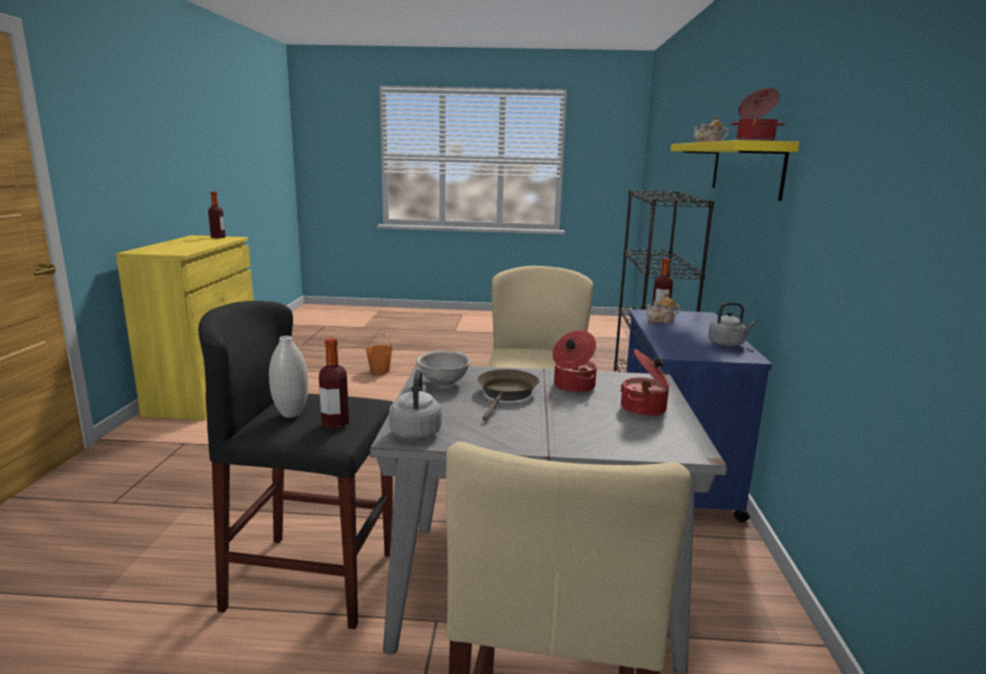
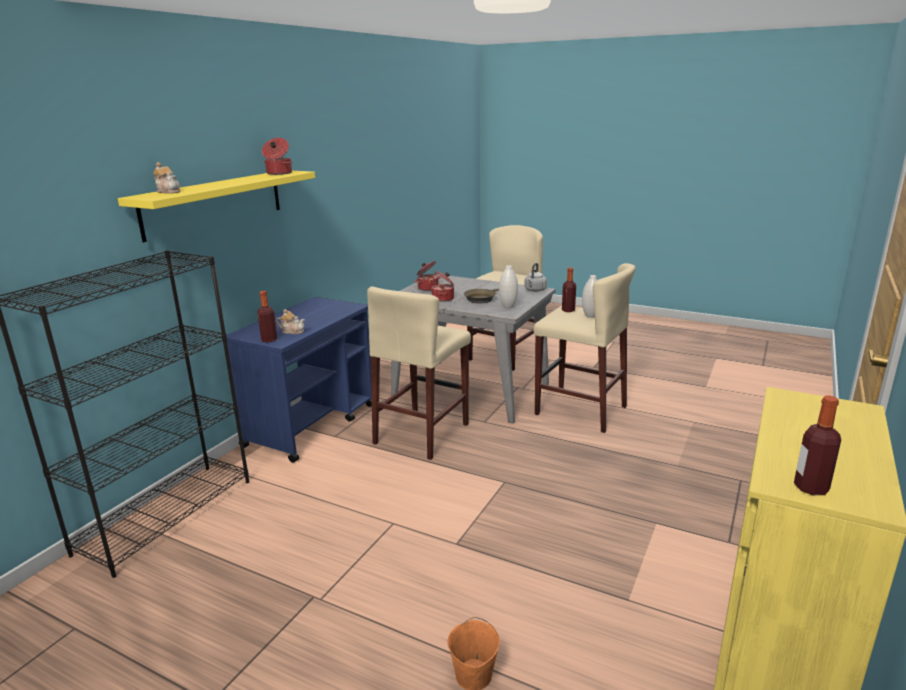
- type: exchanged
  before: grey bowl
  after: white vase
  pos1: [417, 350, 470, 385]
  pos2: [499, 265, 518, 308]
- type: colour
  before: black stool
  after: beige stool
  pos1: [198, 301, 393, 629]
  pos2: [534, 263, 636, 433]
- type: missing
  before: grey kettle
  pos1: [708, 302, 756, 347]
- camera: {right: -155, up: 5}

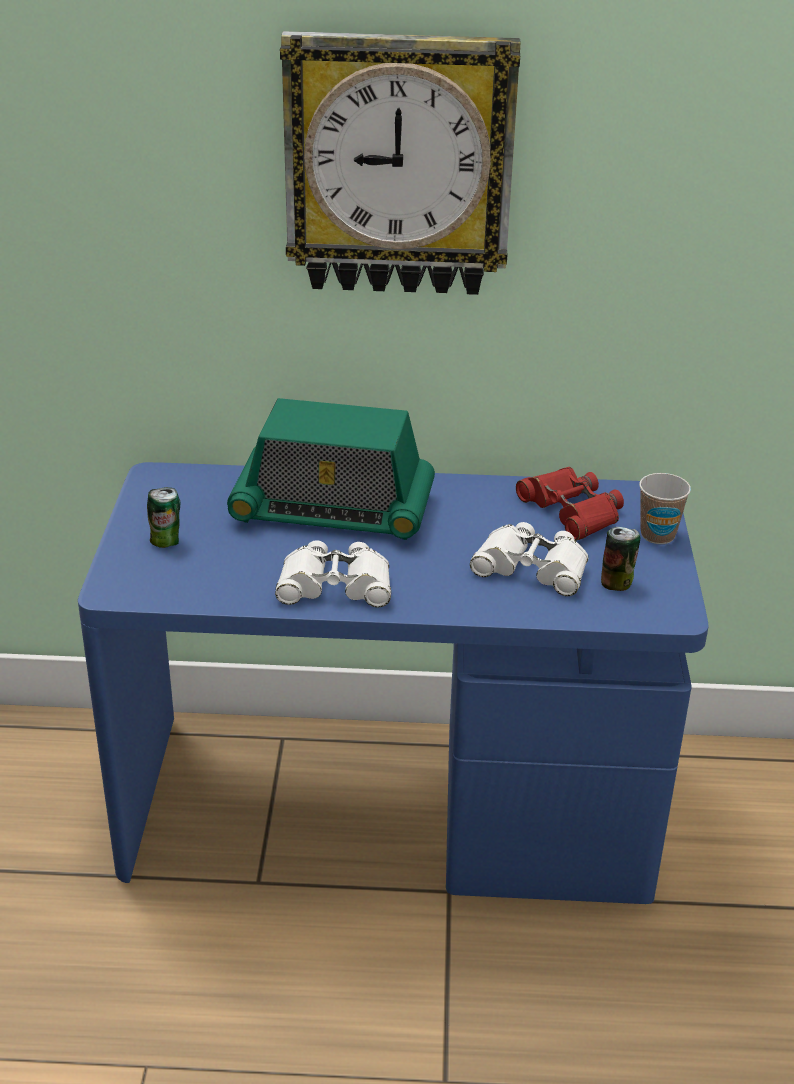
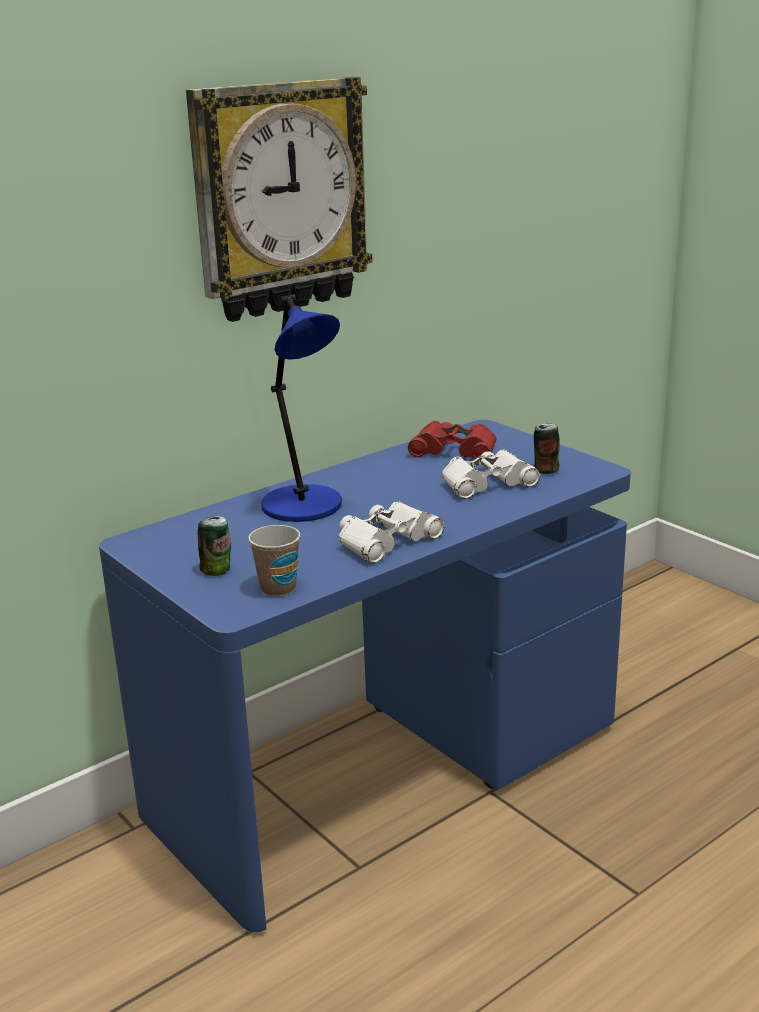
- type: relocated
  before: cup
  pos1: [639, 473, 691, 544]
  pos2: [248, 525, 300, 597]
- type: exchanged
  before: radio
  after: blue table lamp
  pos1: [227, 398, 435, 540]
  pos2: [261, 295, 342, 522]
- camera: {right: -40, up: -10}

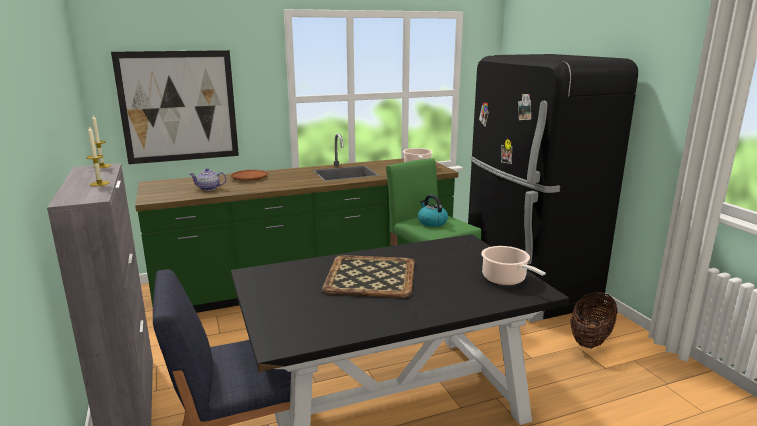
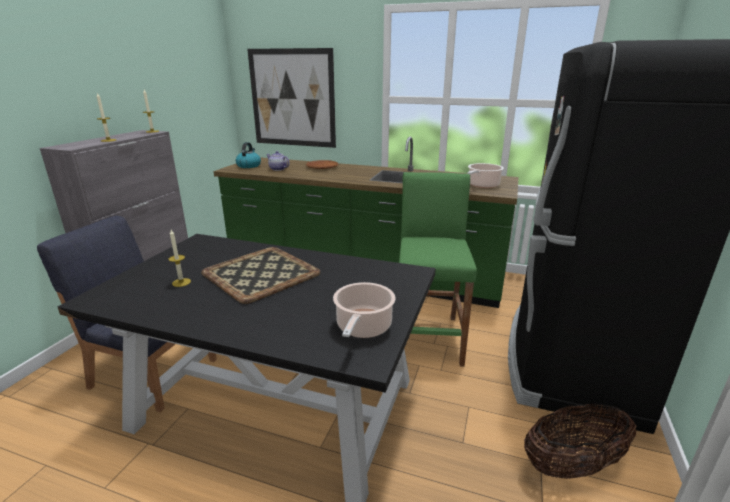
- type: appeared
  after: candle
  pos2: [168, 230, 191, 287]
- type: relocated
  before: kettle
  pos1: [418, 195, 448, 227]
  pos2: [236, 142, 261, 168]
- camera: {right: 40, up: 5}

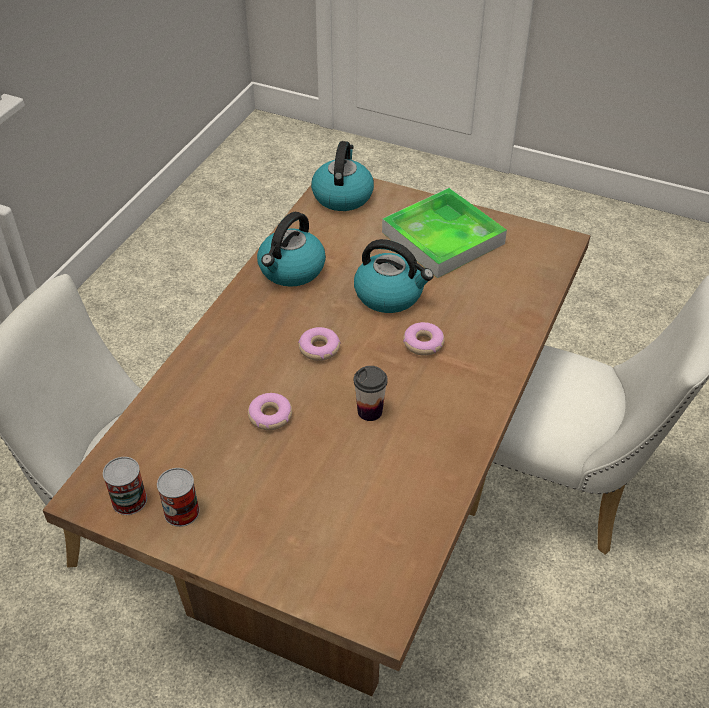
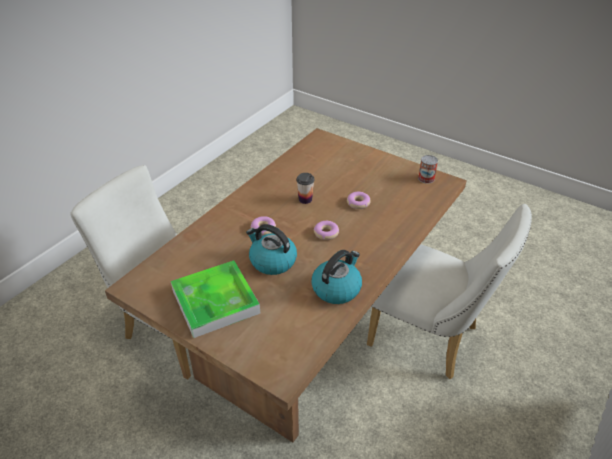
- type: missing
  before: can
  pos1: [157, 468, 200, 527]
- type: missing
  before: kettle
  pos1: [311, 141, 374, 211]
- camera: {right: -170, up: -5}

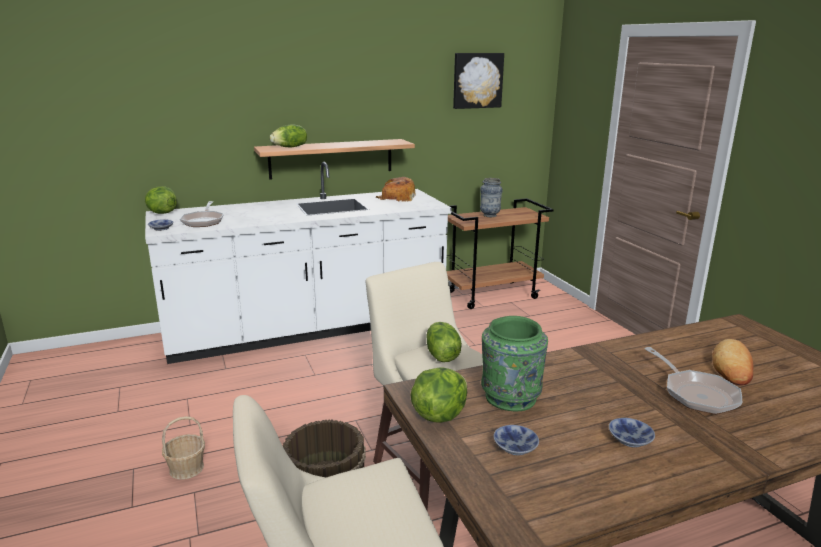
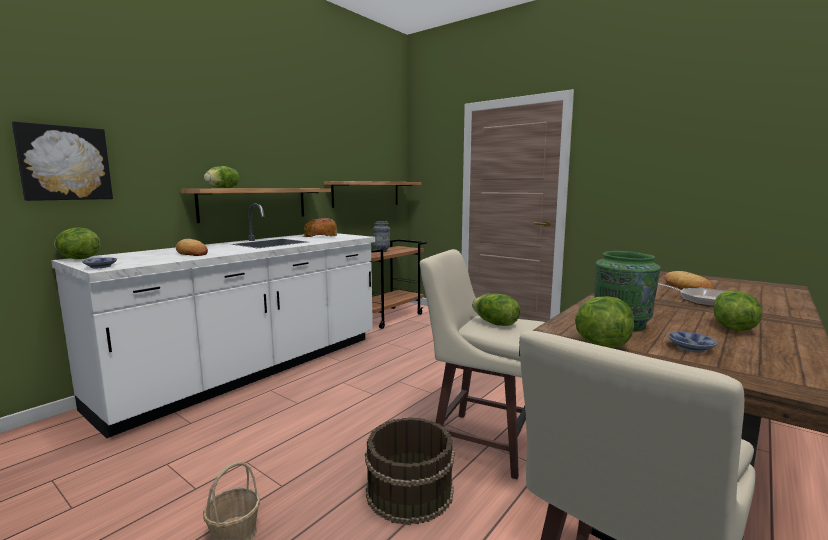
- type: relocated
  before: picture
  pos1: [453, 53, 504, 109]
  pos2: [12, 121, 113, 201]
- type: appeared
  after: bread
  pos2: [176, 239, 208, 256]
- type: appeared
  after: shelf
  pos2: [324, 181, 421, 208]
- type: exchanged
  before: bowl
  after: lettuce
  pos1: [609, 418, 655, 447]
  pos2: [713, 291, 762, 331]
- type: missing
  before: frying pan
  pos1: [180, 201, 224, 227]
- camera: {right: -30, up: -10}

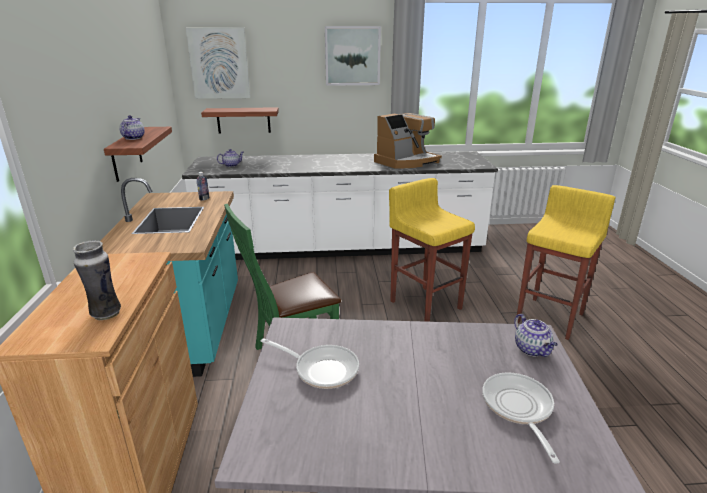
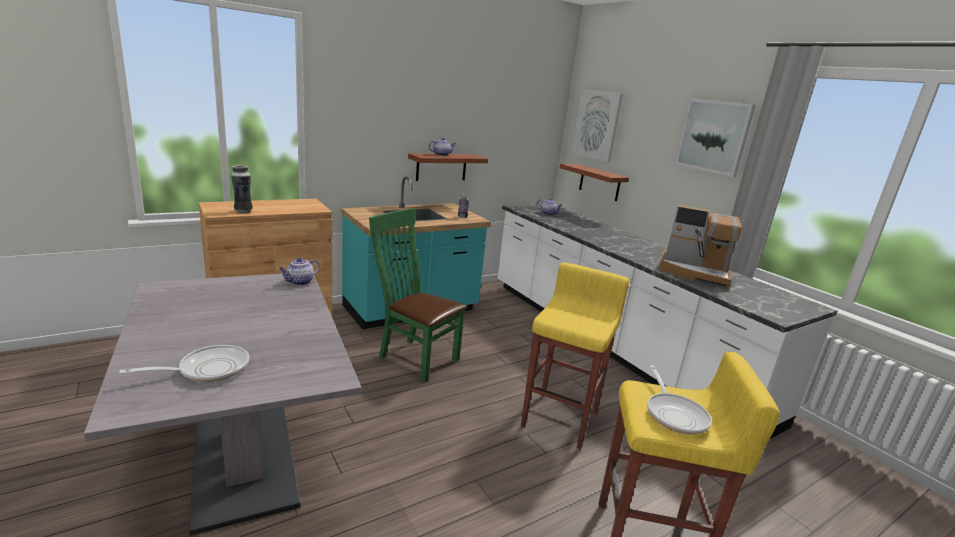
- type: relocated
  before: teapot
  pos1: [514, 314, 558, 357]
  pos2: [279, 257, 320, 285]
- type: relocated
  before: frying pan
  pos1: [261, 338, 359, 389]
  pos2: [647, 365, 712, 435]
- camera: {right: 60, up: -5}

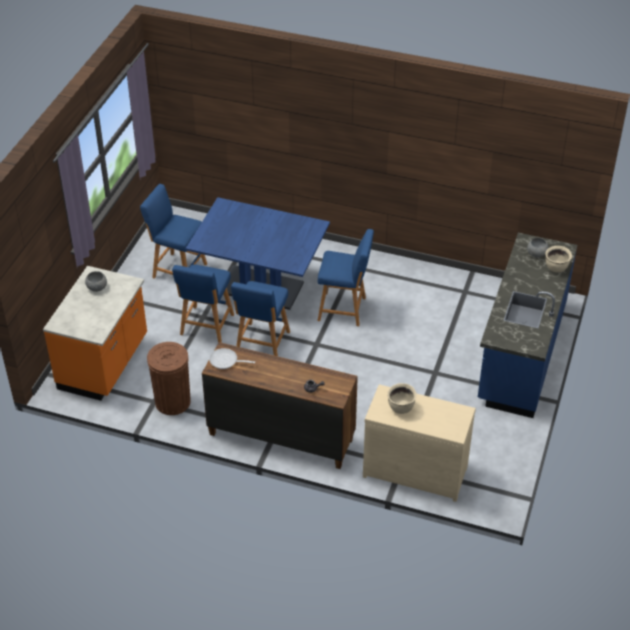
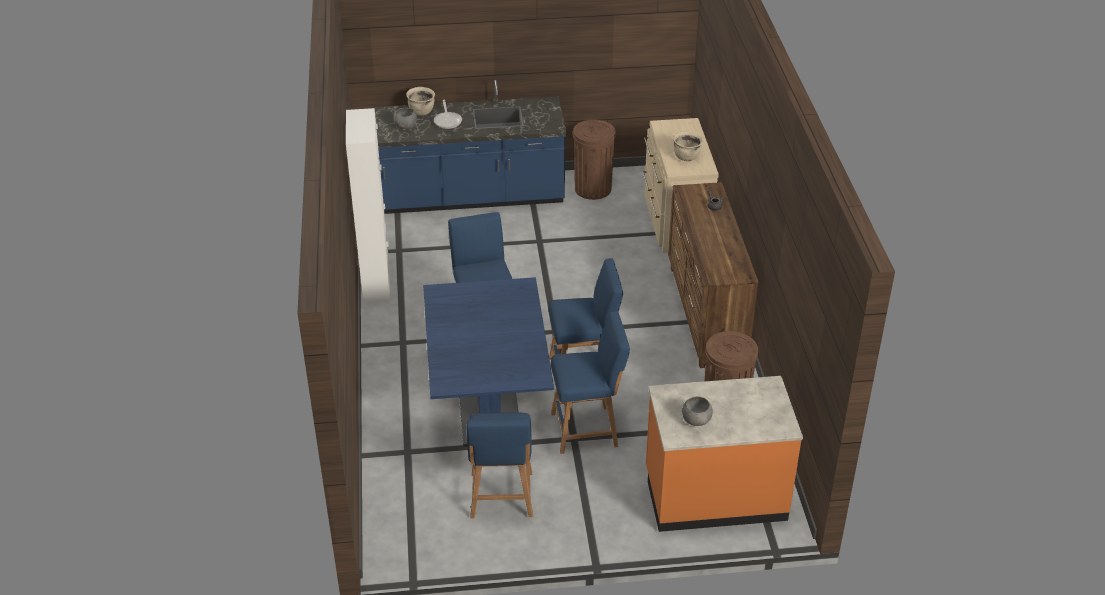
- type: appeared
  after: white cabinet
  pos2: [346, 108, 390, 302]
- type: relocated
  before: frying pan
  pos1: [209, 348, 255, 369]
  pos2: [434, 100, 462, 129]
- type: appeared
  after: brown trash can
  pos2: [573, 120, 616, 200]
- camera: {right: -115, up: -5}

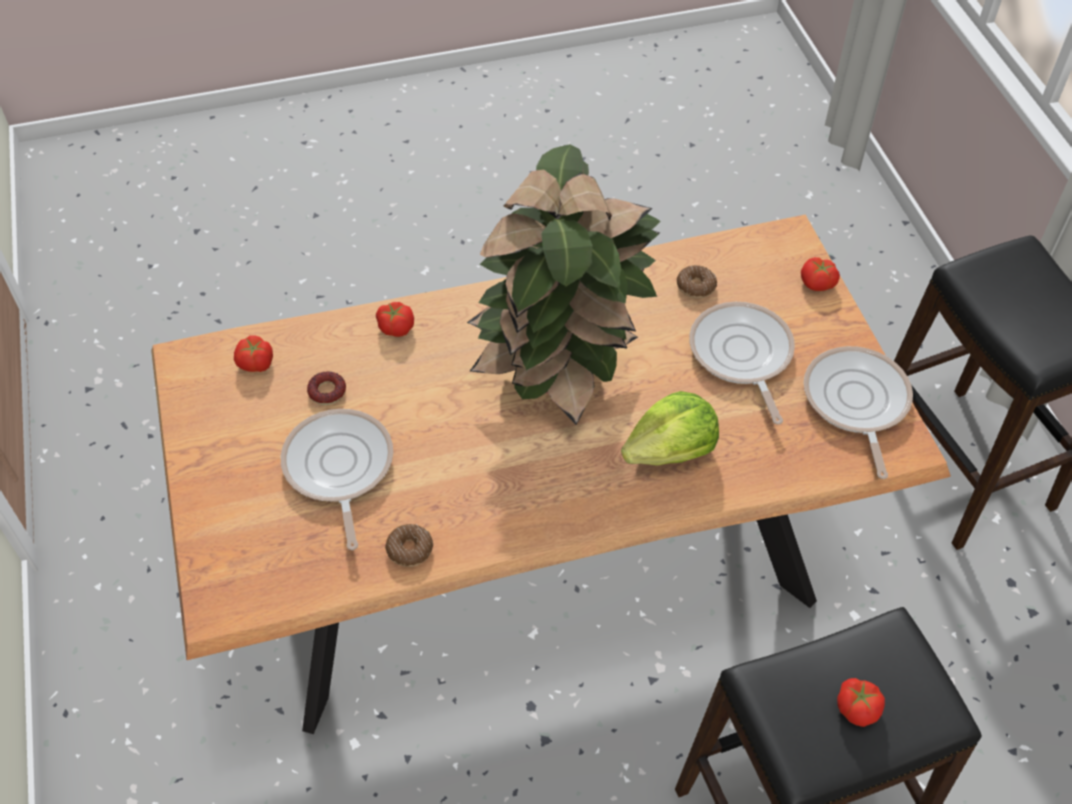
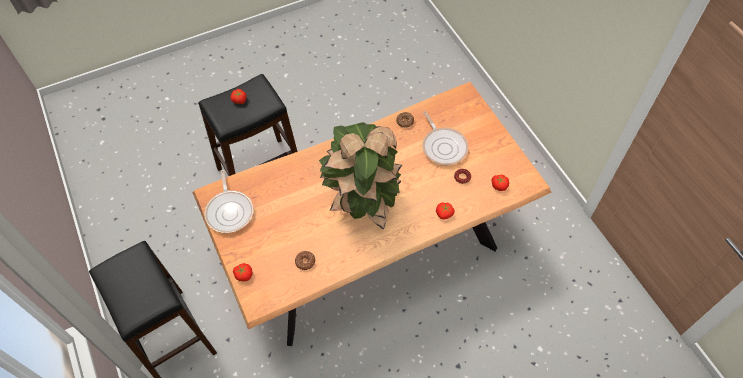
- type: missing
  before: lettuce
  pos1: [621, 391, 719, 466]
- type: missing
  before: frying pan
  pos1: [689, 302, 795, 425]
- camera: {right: 170, up: 5}

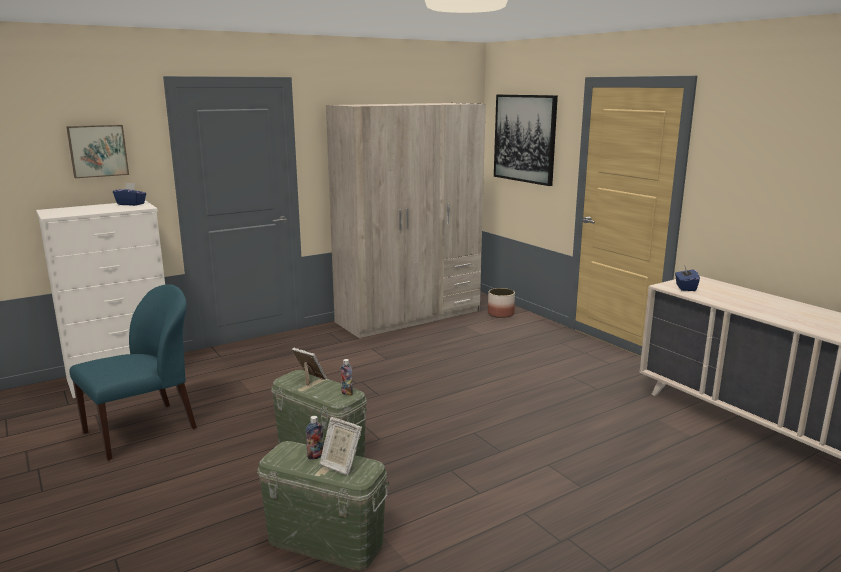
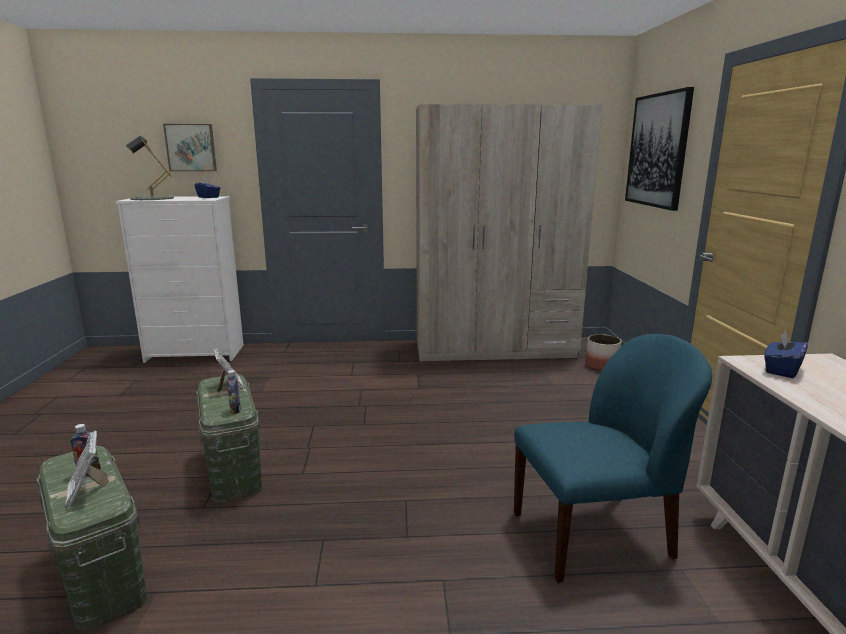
- type: appeared
  after: grey table lamp
  pos2: [126, 136, 174, 200]
- type: relocated
  before: blue chair
  pos1: [69, 284, 197, 461]
  pos2: [514, 334, 712, 583]
- camera: {right: 30, up: 0}

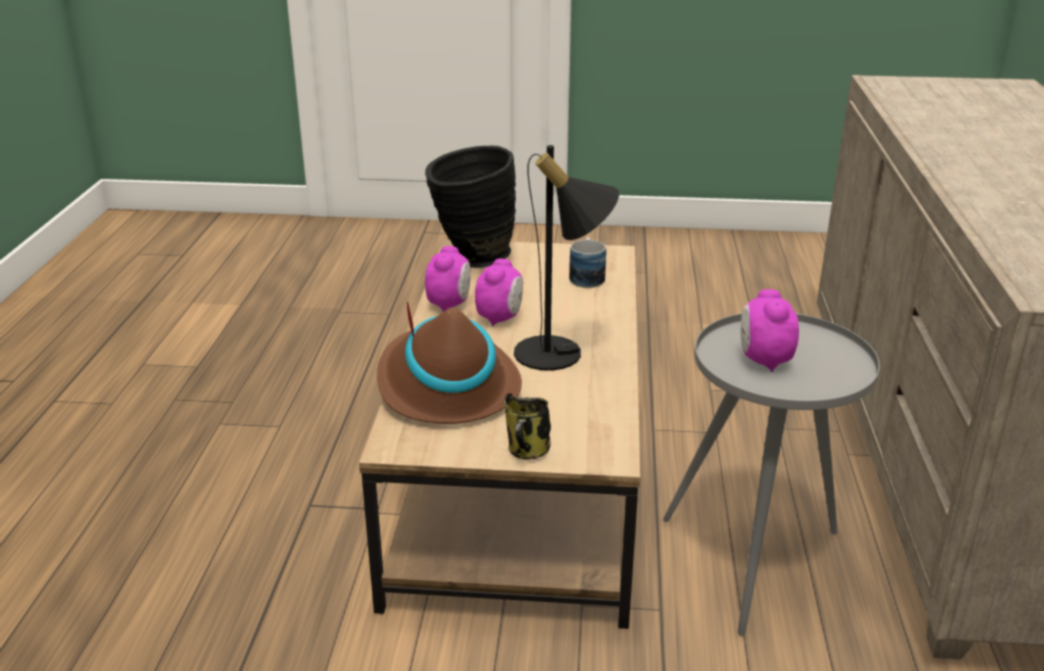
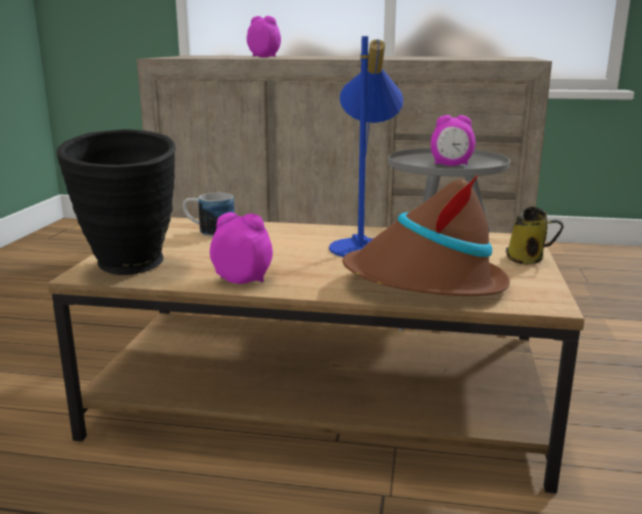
- type: relocated
  before: alarm clock
  pos1: [475, 259, 523, 326]
  pos2: [247, 16, 281, 57]
- type: colour
  before: black table lamp
  after: blue table lamp
  pos1: [514, 145, 619, 371]
  pos2: [329, 36, 403, 257]
- camera: {right: -85, up: -10}

